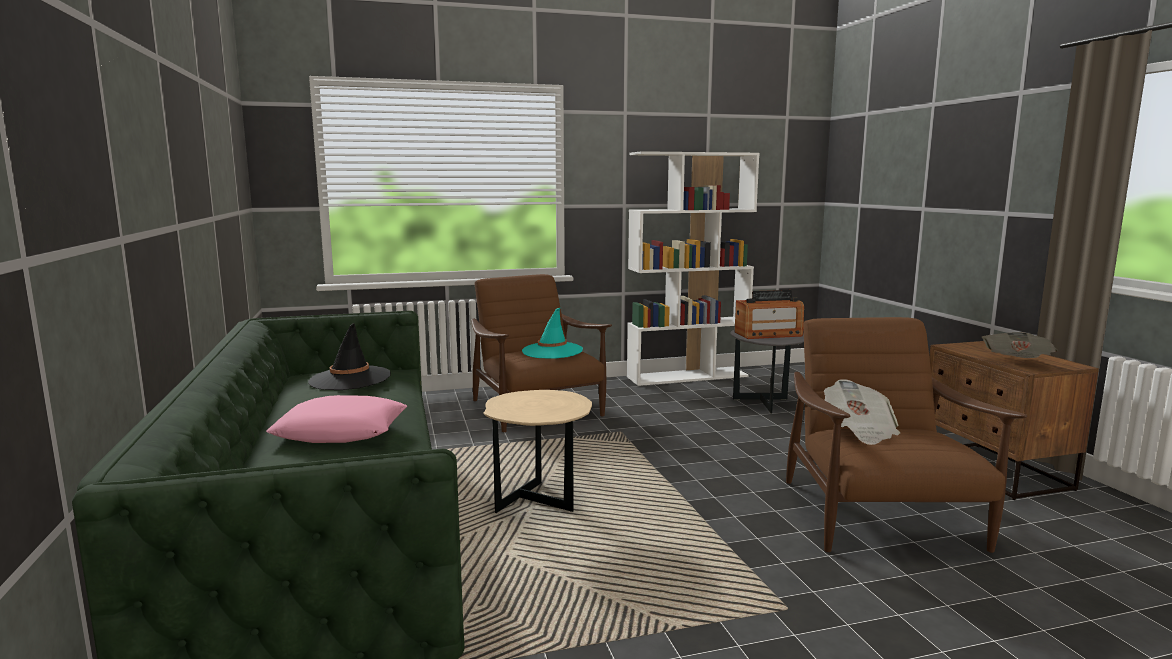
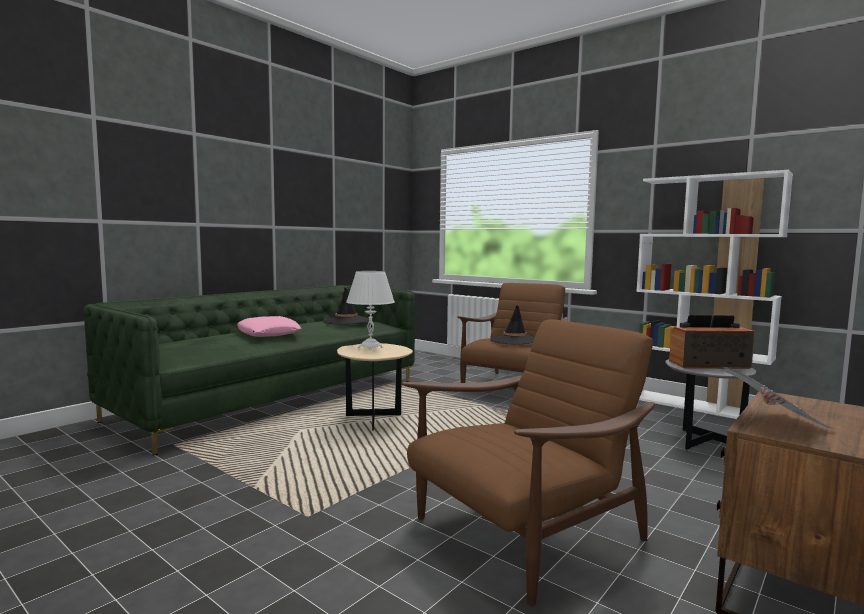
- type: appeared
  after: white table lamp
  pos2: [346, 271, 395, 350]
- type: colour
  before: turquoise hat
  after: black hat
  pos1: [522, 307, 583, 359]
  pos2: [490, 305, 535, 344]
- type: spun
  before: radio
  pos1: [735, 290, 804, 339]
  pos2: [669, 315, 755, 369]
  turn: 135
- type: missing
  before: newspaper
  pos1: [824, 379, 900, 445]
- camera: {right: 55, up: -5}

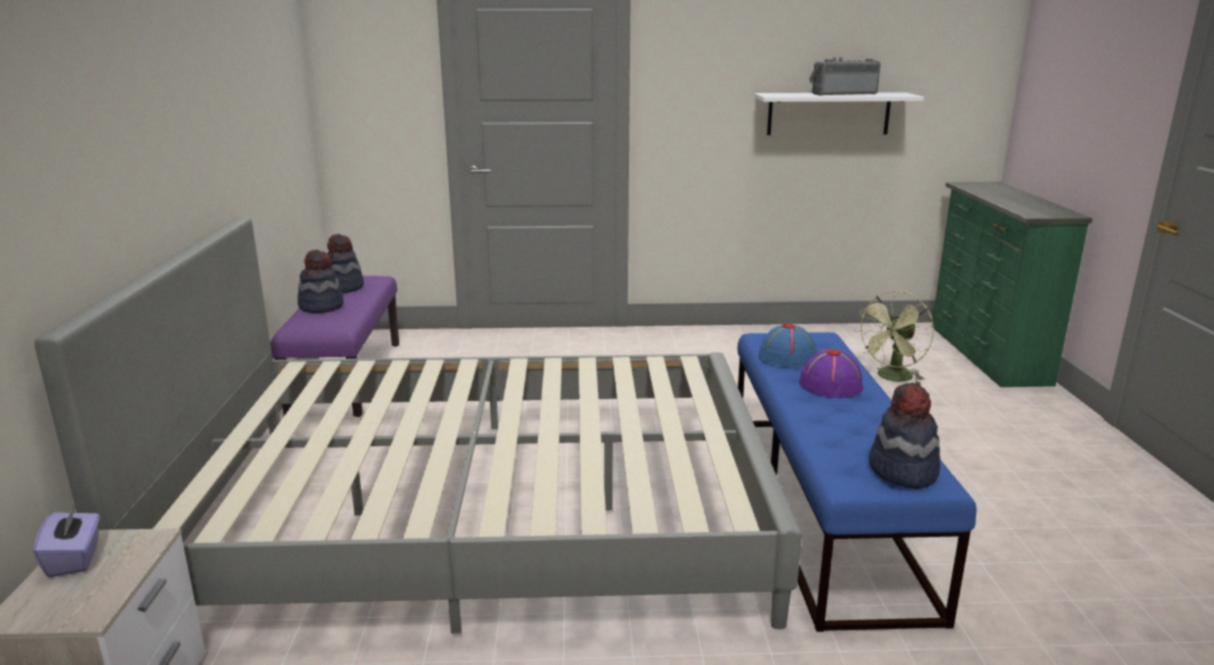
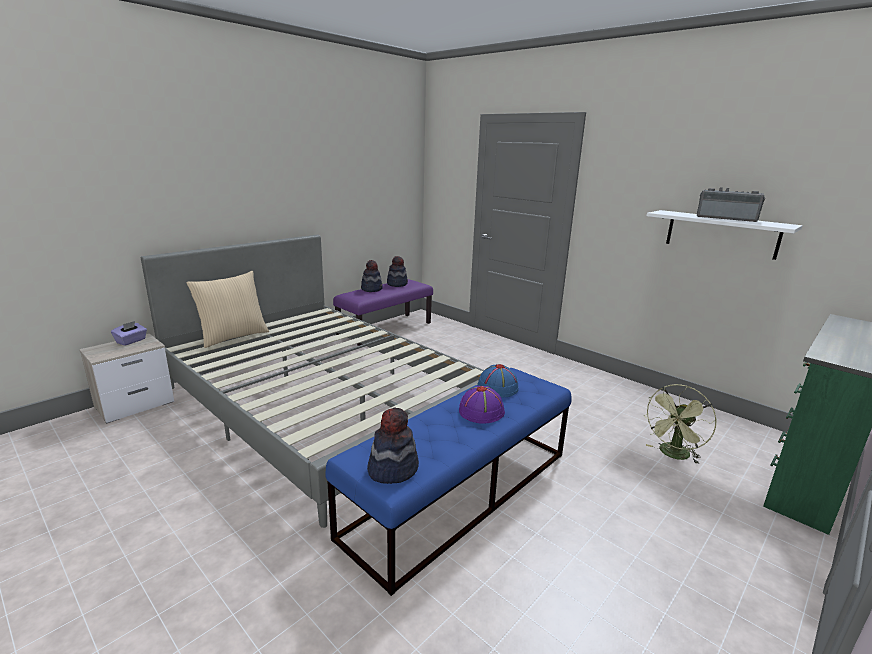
- type: appeared
  after: beige pillow
  pos2: [186, 271, 269, 348]
- type: spun
  before: green fan
  pos1: [855, 291, 934, 385]
  pos2: [643, 384, 717, 464]
  turn: -45
- camera: {right: 45, up: 0}

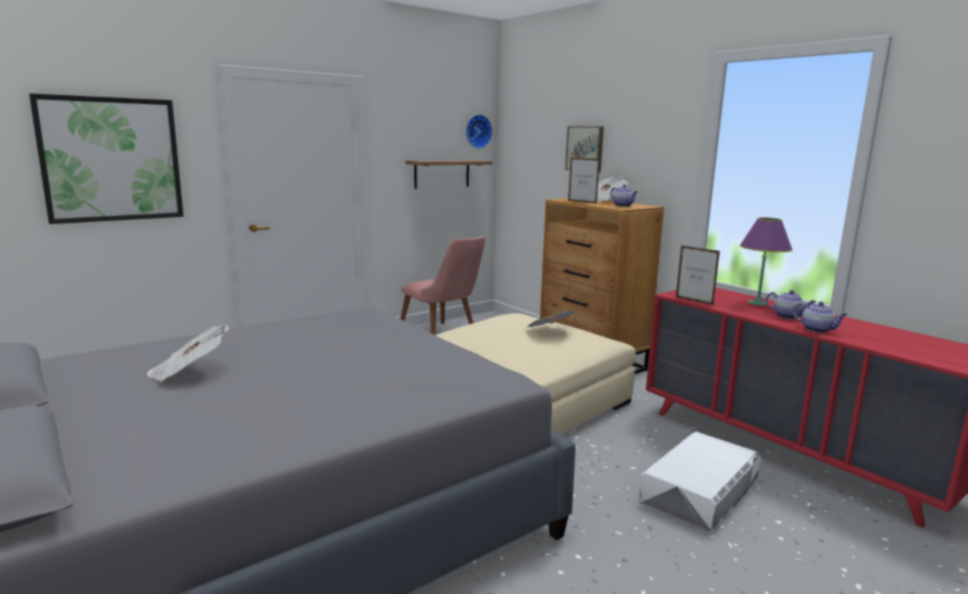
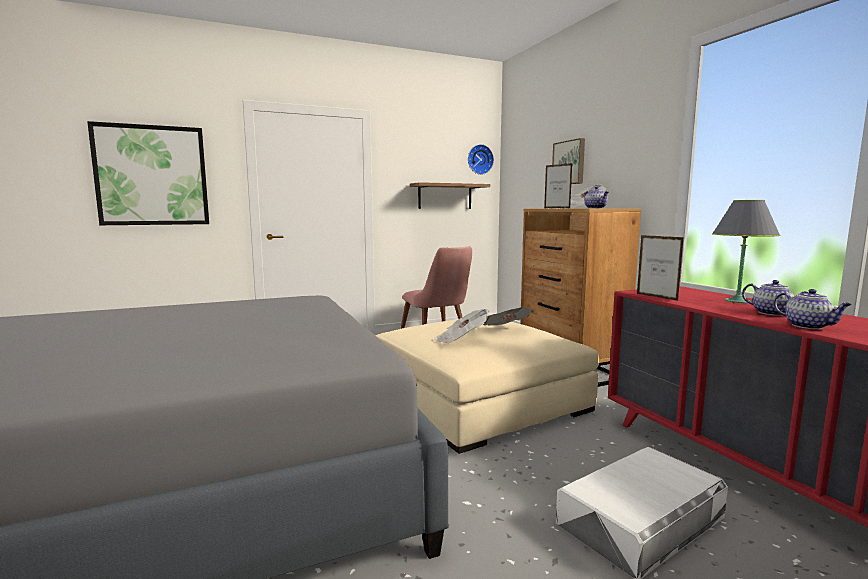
- type: relocated
  before: newspaper
  pos1: [147, 325, 229, 382]
  pos2: [434, 309, 489, 344]
- type: colour
  before: purple table lamp
  after: grey table lamp
  pos1: [740, 217, 793, 306]
  pos2: [712, 200, 780, 303]
- camera: {right: 15, up: -5}

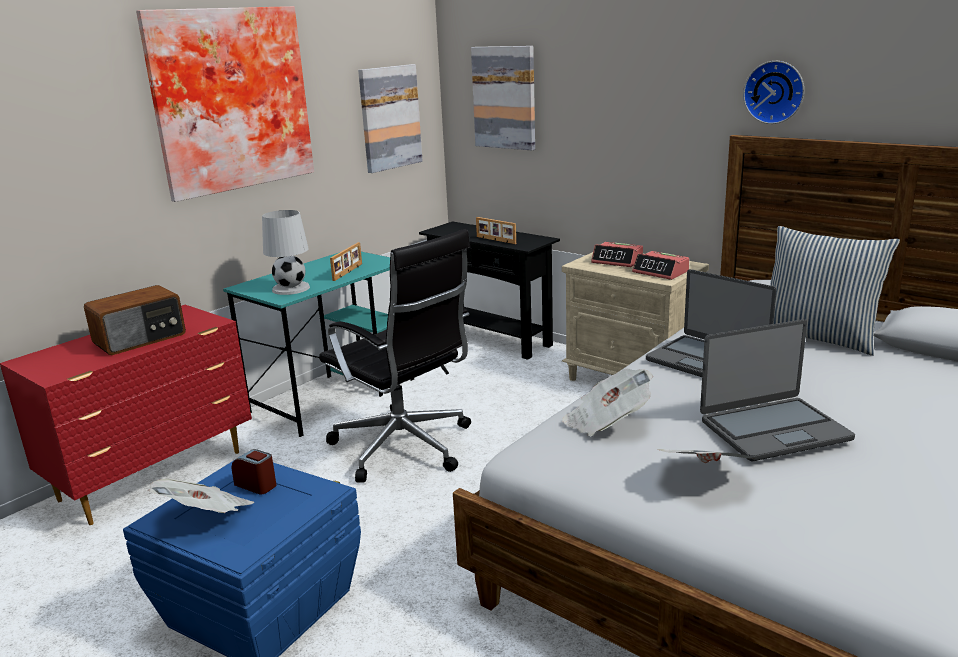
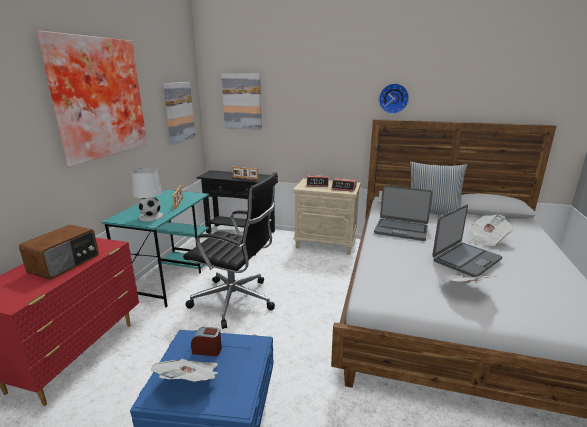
- type: relocated
  before: newspaper
  pos1: [562, 368, 653, 436]
  pos2: [469, 215, 513, 247]
- camera: {right: -25, up: 0}

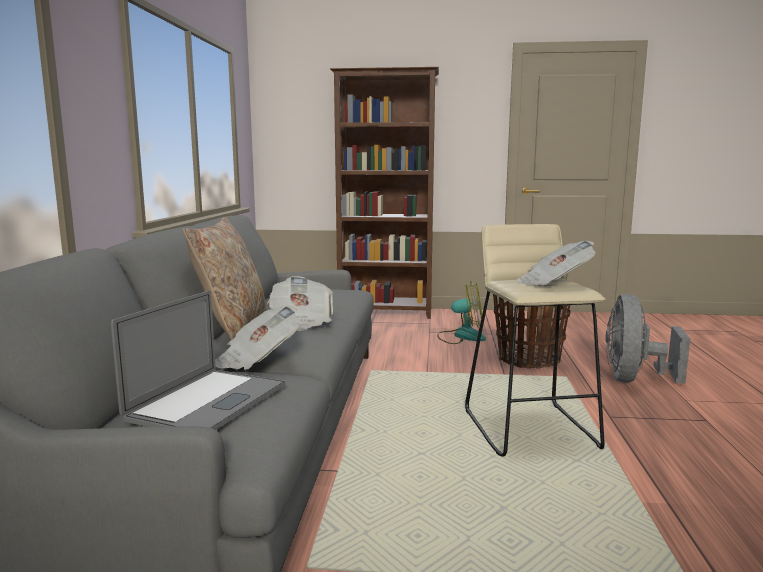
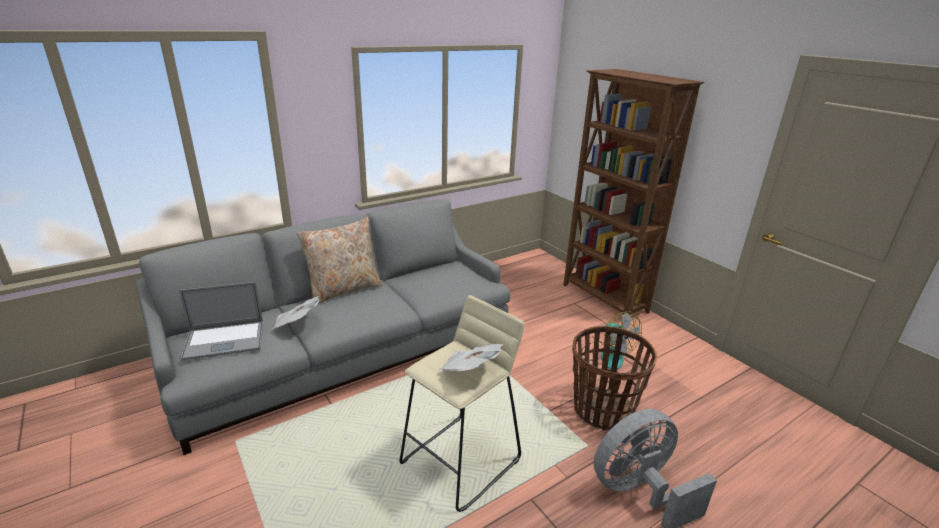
- type: missing
  before: newspaper
  pos1: [268, 276, 333, 331]
- camera: {right: 50, up: 15}

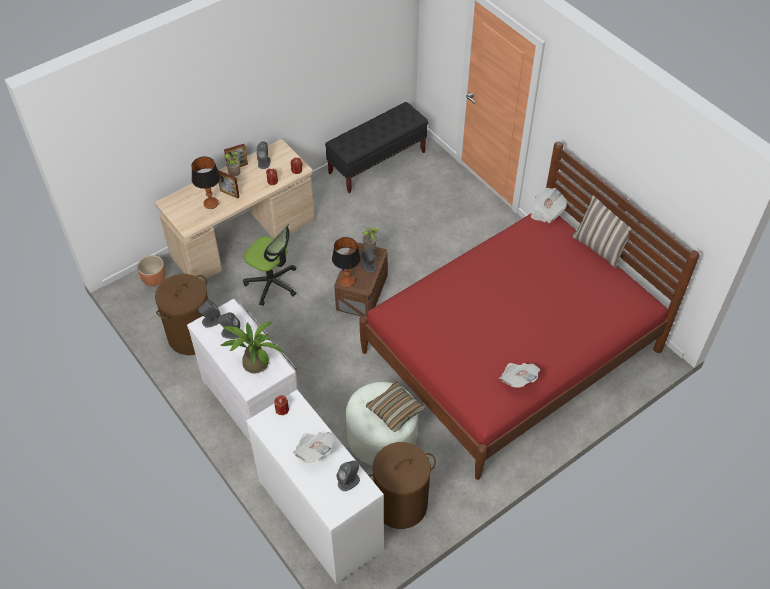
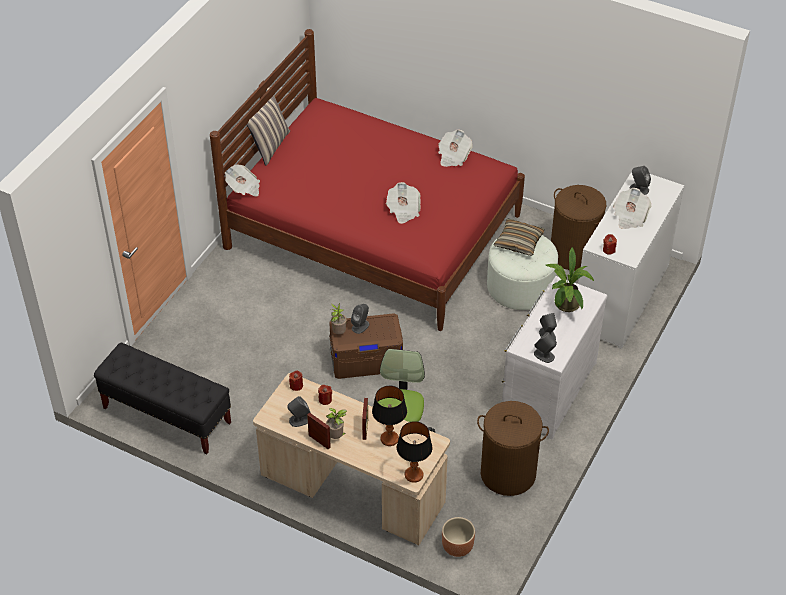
- type: appeared
  after: newspaper
  pos2: [386, 182, 421, 224]
- type: relocated
  before: table lamp
  pos1: [332, 237, 361, 287]
  pos2: [397, 421, 432, 483]
- camera: {right: -115, up: -5}

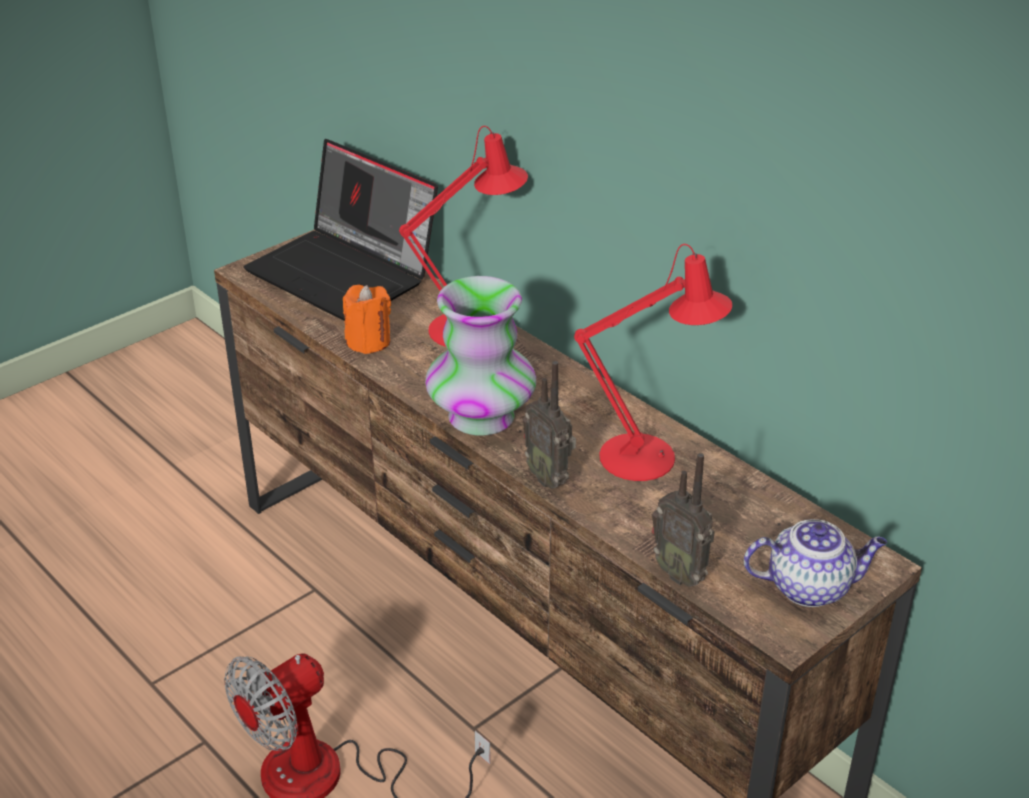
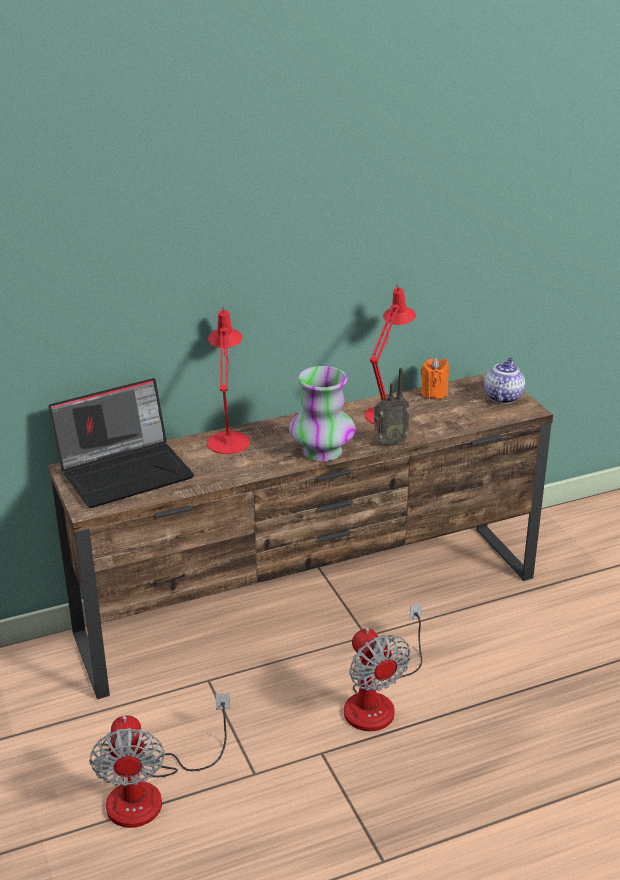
- type: appeared
  after: fan
  pos2: [89, 693, 230, 828]
- type: relocated
  before: orange candle
  pos1: [343, 285, 391, 354]
  pos2: [421, 358, 449, 399]
- type: missing
  before: radio
  pos1: [652, 453, 715, 587]
- camera: {right: -70, up: -5}

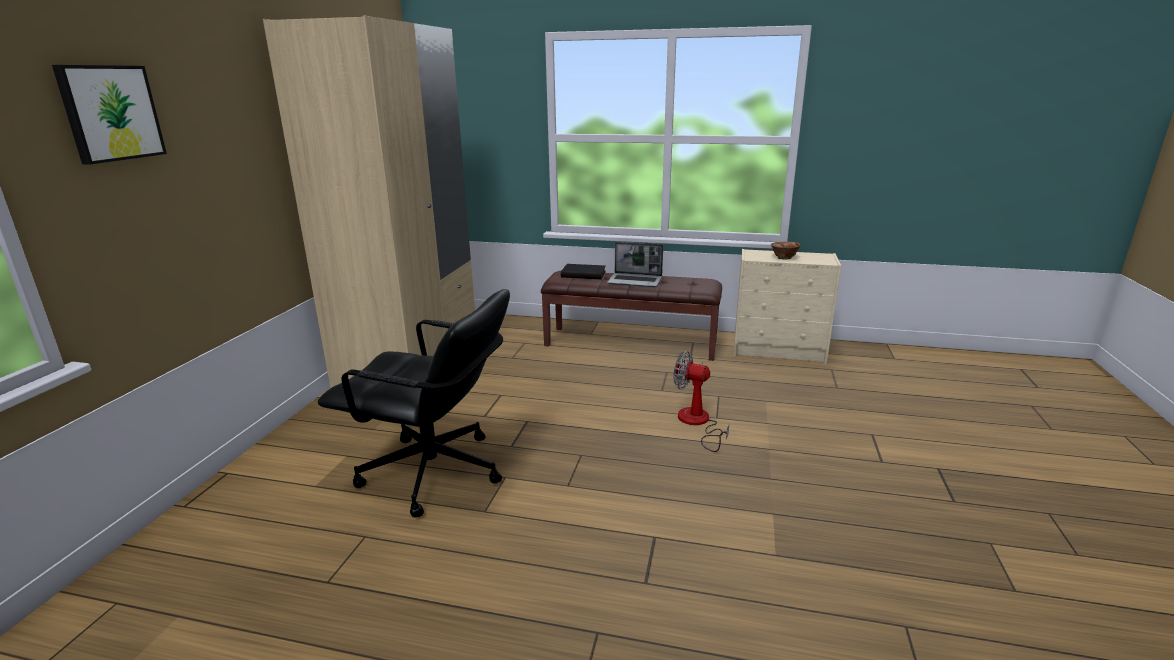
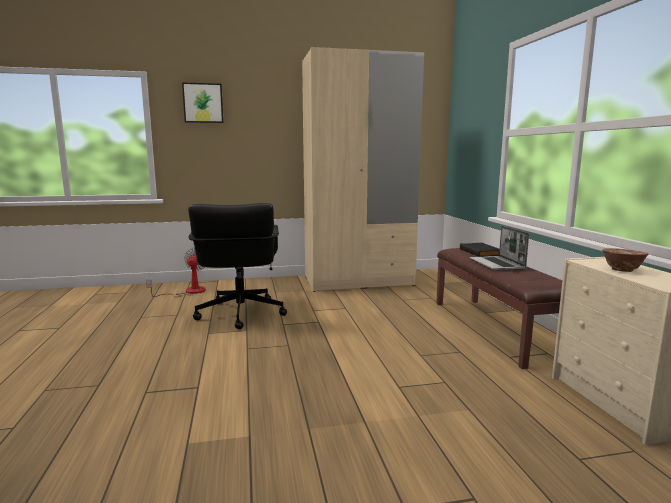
- type: relocated
  before: fan
  pos1: [673, 351, 729, 452]
  pos2: [146, 248, 206, 297]
- camera: {right: 65, up: -10}

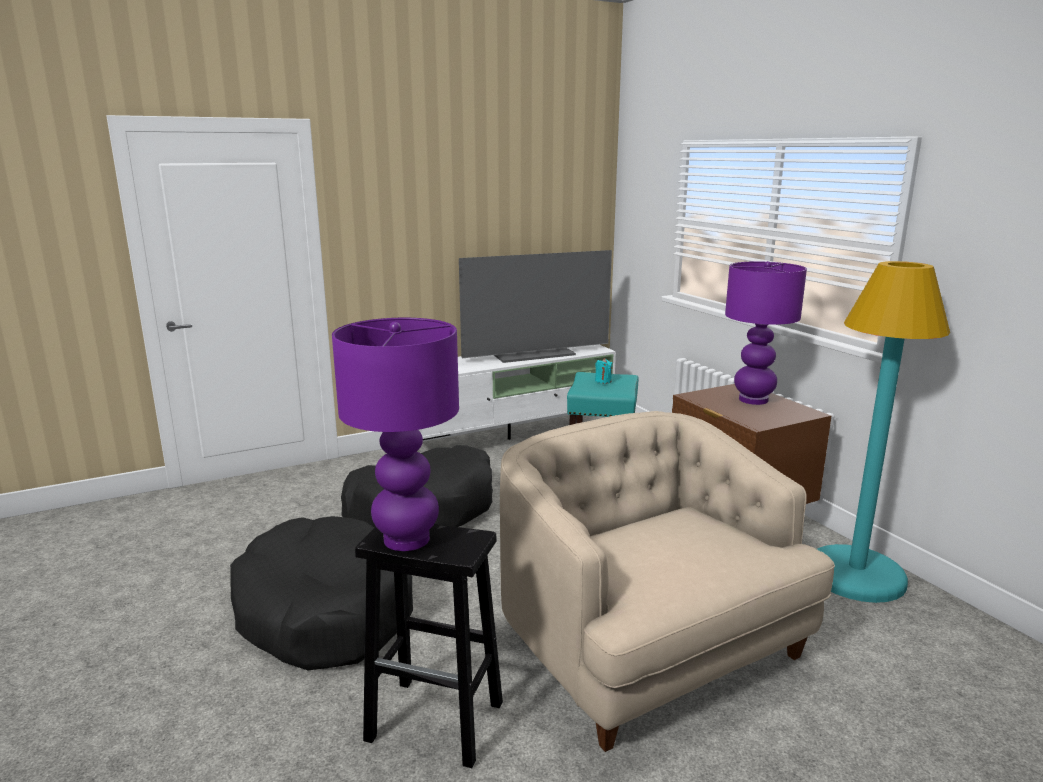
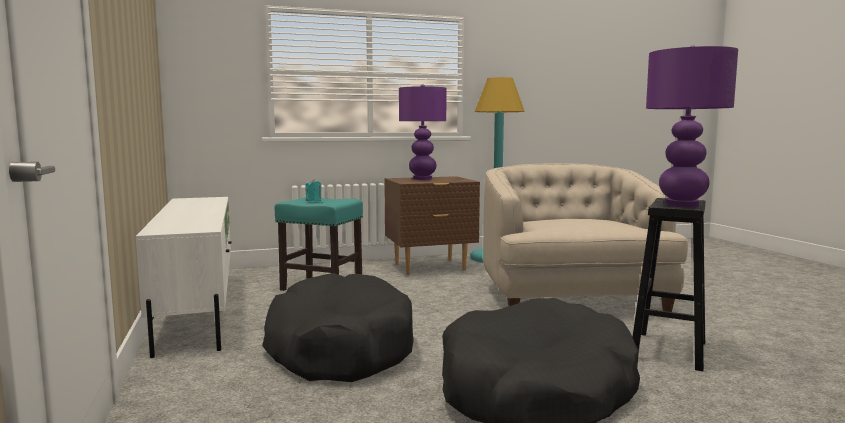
- type: spun
  before: beige armchair
  pos1: [500, 411, 835, 752]
  pos2: [483, 163, 688, 312]
  turn: 105
- type: missing
  before: television
  pos1: [459, 250, 612, 363]
- camera: {right: -80, up: -10}

